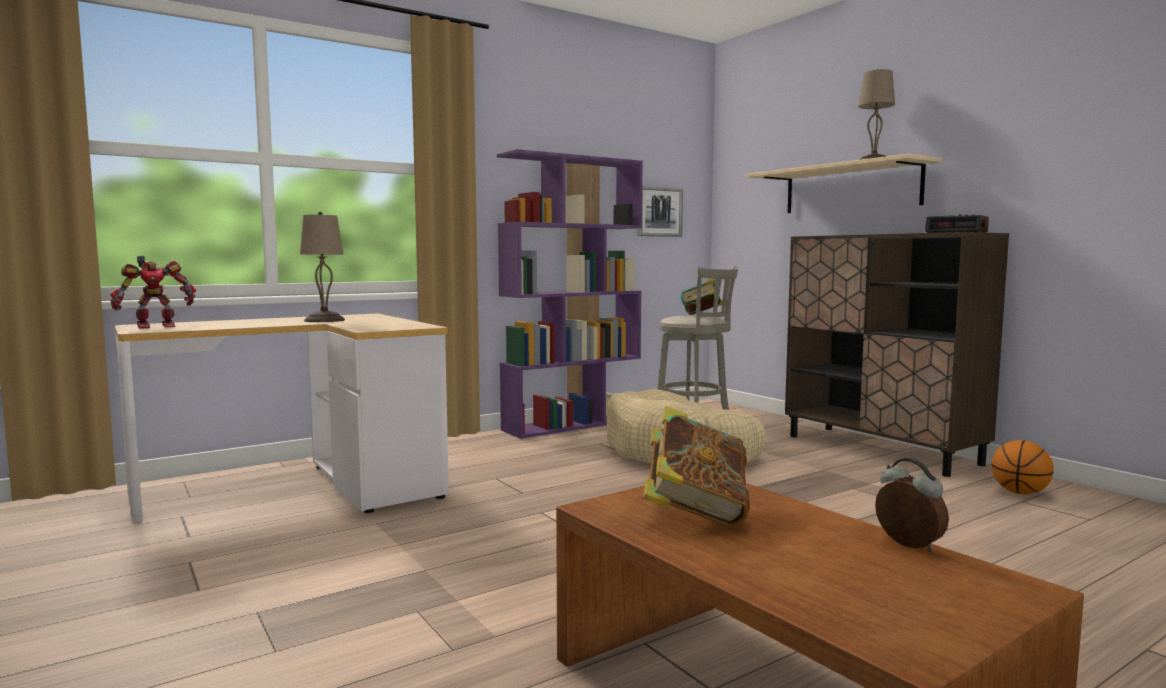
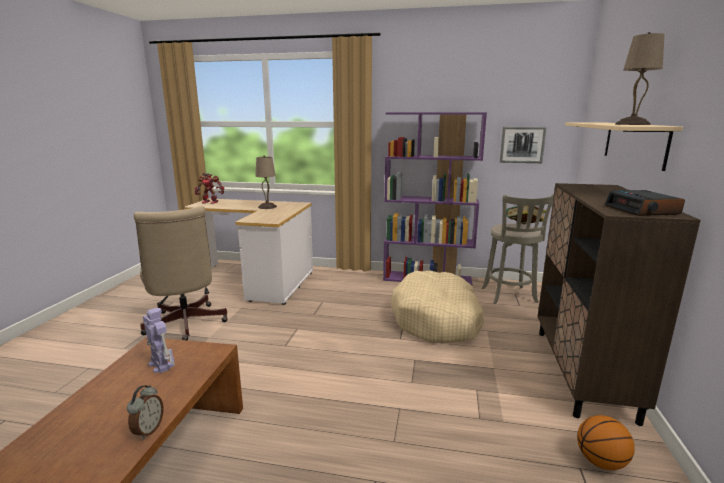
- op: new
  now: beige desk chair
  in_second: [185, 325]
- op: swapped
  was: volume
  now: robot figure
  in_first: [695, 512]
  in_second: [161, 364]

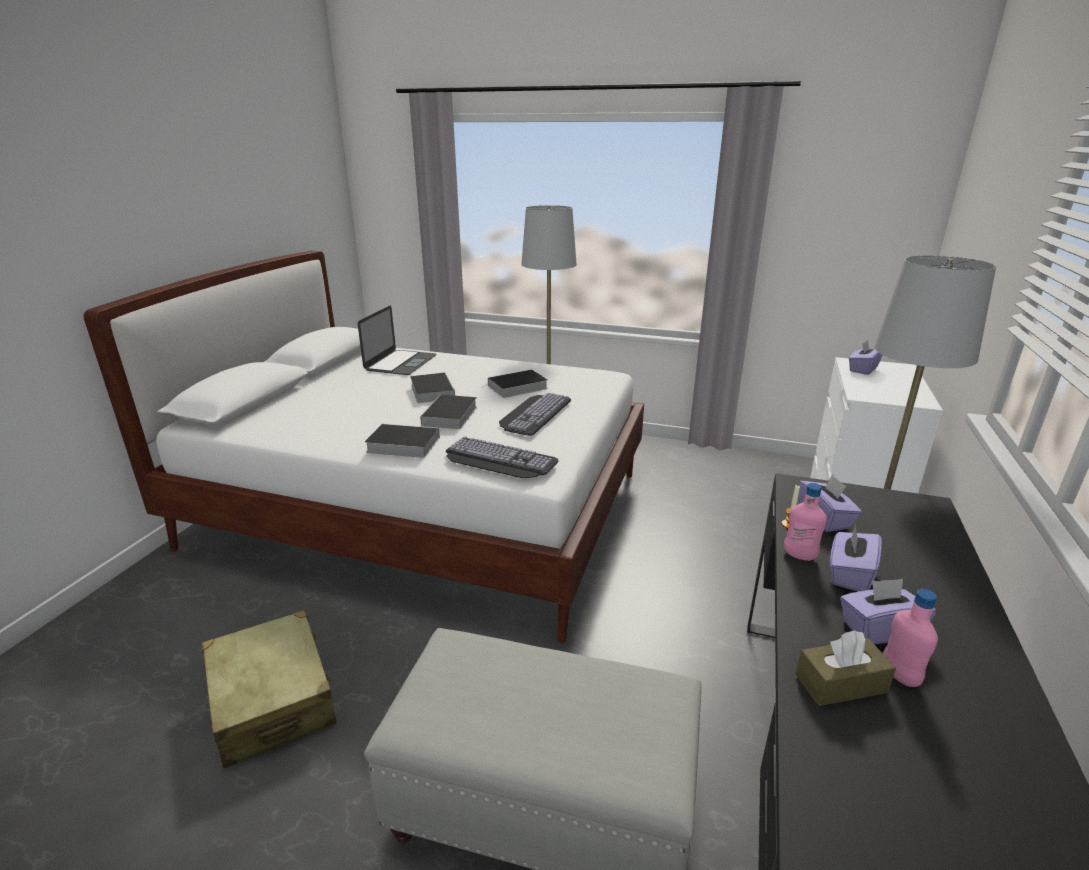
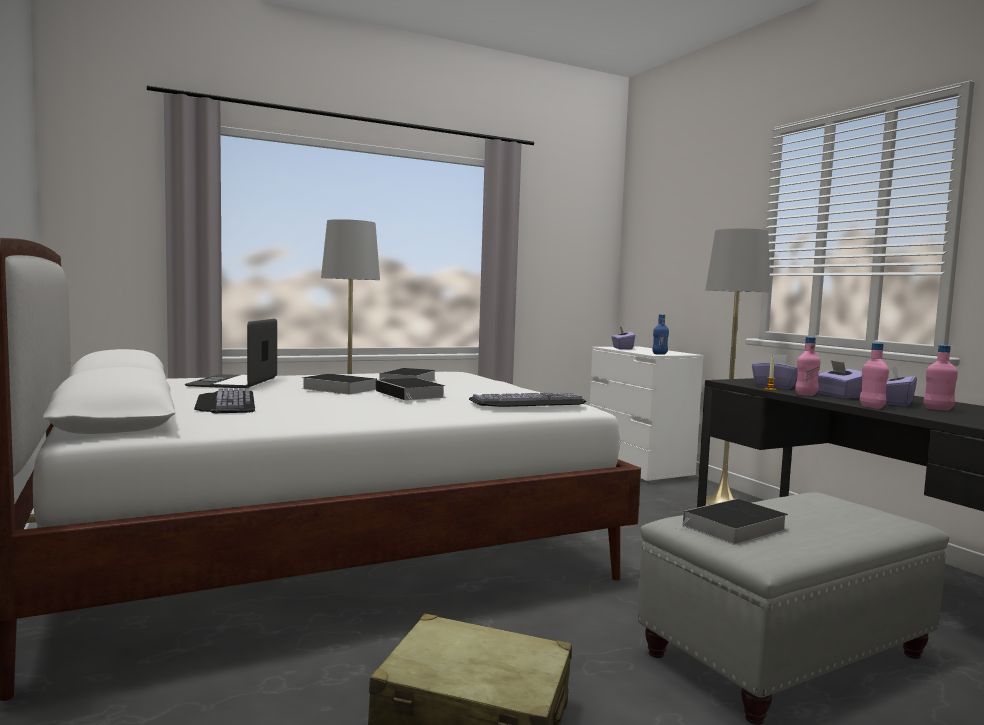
- op: rotated
  was: notebook computer
  in_first: [401, 362]
  in_second: [234, 382]
  clockwise: -150
- op: shifted
  was: PC keyboard
  in_first: [533, 413]
  in_second: [224, 402]
- op: new
  now: blue-coloured beverage bottle
  in_second: [659, 354]
- op: shifted
  was: volume
  in_first: [401, 445]
  in_second: [733, 528]
- op: new
  now: pink beverage bottle
  in_second: [871, 407]
- op: gone
  was: brown box of tissues
  in_first: [840, 683]

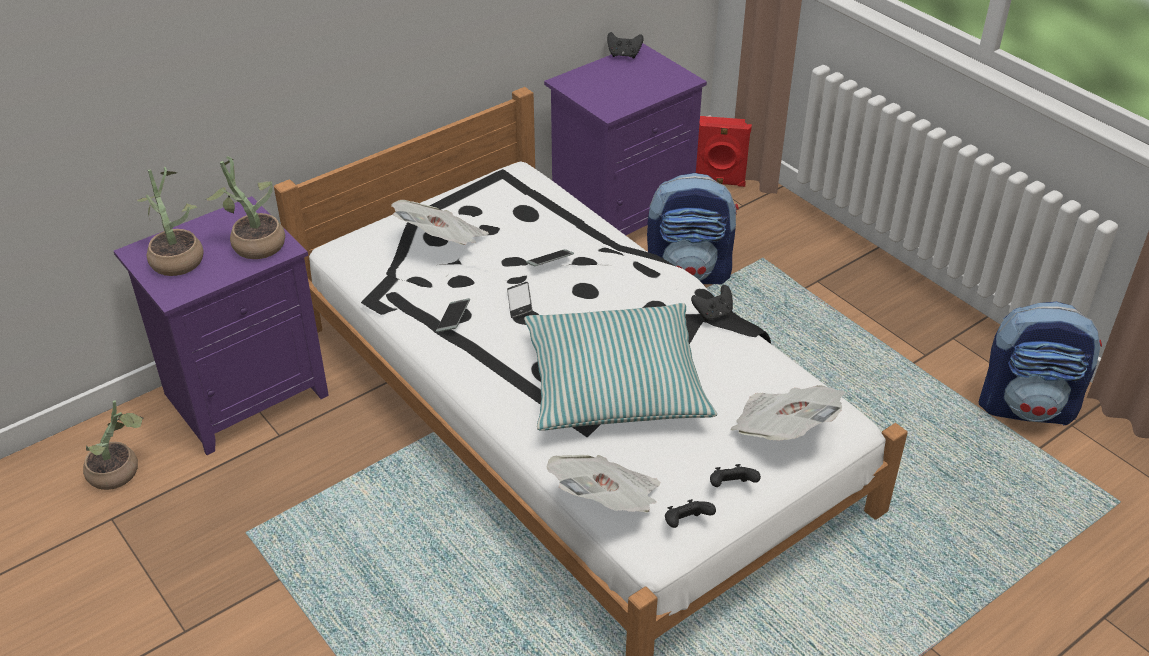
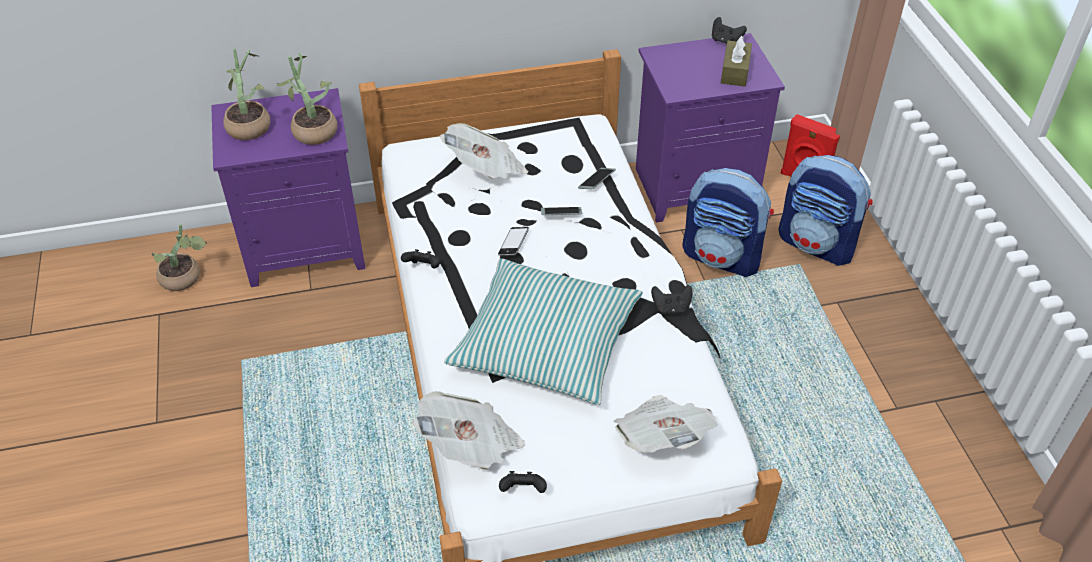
- op: shifted
  was: black-coloured game controller
  in_first: [731, 487]
  in_second: [423, 268]
- op: shifted
  was: telephone
  in_first: [453, 319]
  in_second: [596, 182]
- op: new
  now: brown box of tissues
  in_second: [735, 71]
- op: shifted
  was: knapsack
  in_first: [1027, 407]
  in_second: [817, 244]

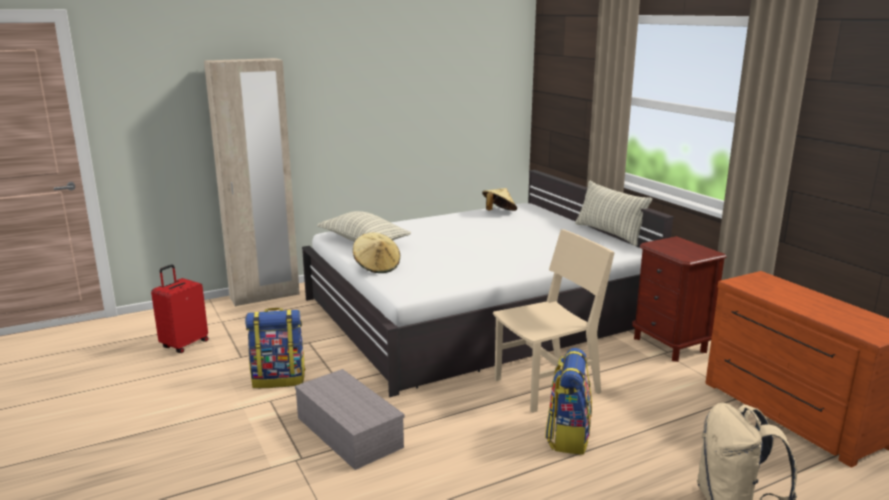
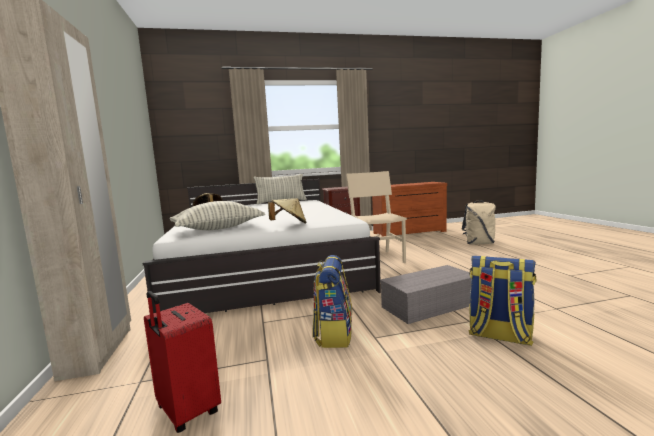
- op: shifted
  was: knapsack
  in_first: [568, 436]
  in_second: [499, 335]

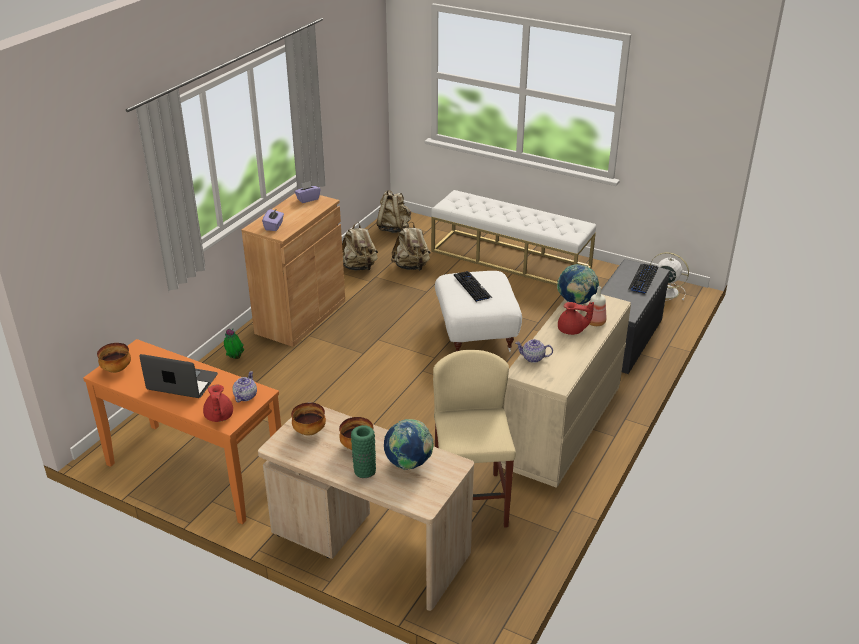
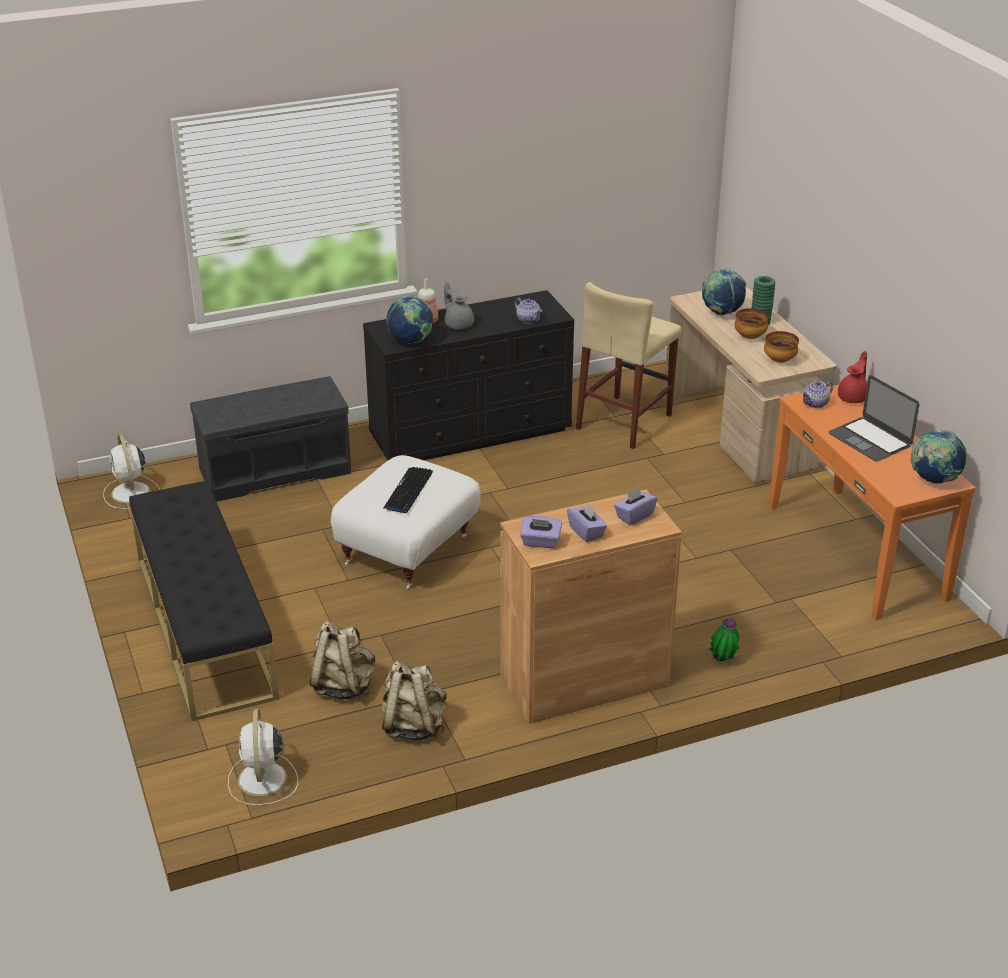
- op: repainted
  was: white indoor bench
  now: black-coloured indoor bench
  in_first: [510, 259]
  in_second: [204, 626]
- op: swapped
  was: beige knapsack
  now: white cooling fan
  in_first: [394, 228]
  in_second: [262, 780]
- op: repainted
  was: beige drawer chest
  now: black-coloured drawer chest
  in_first: [560, 429]
  in_second: [472, 432]
- op: repainted
  was: reddish pot for tea
  now: greyish pot for tea
  in_first: [572, 330]
  in_second: [458, 324]
- op: new
  now: purplish box of tissues
  in_second: [586, 532]
- op: swapped
  was: serving bowl
  now: globe
  in_first: [117, 369]
  in_second: [933, 480]
- op: gone
  was: PC keyboard
  in_first: [643, 279]

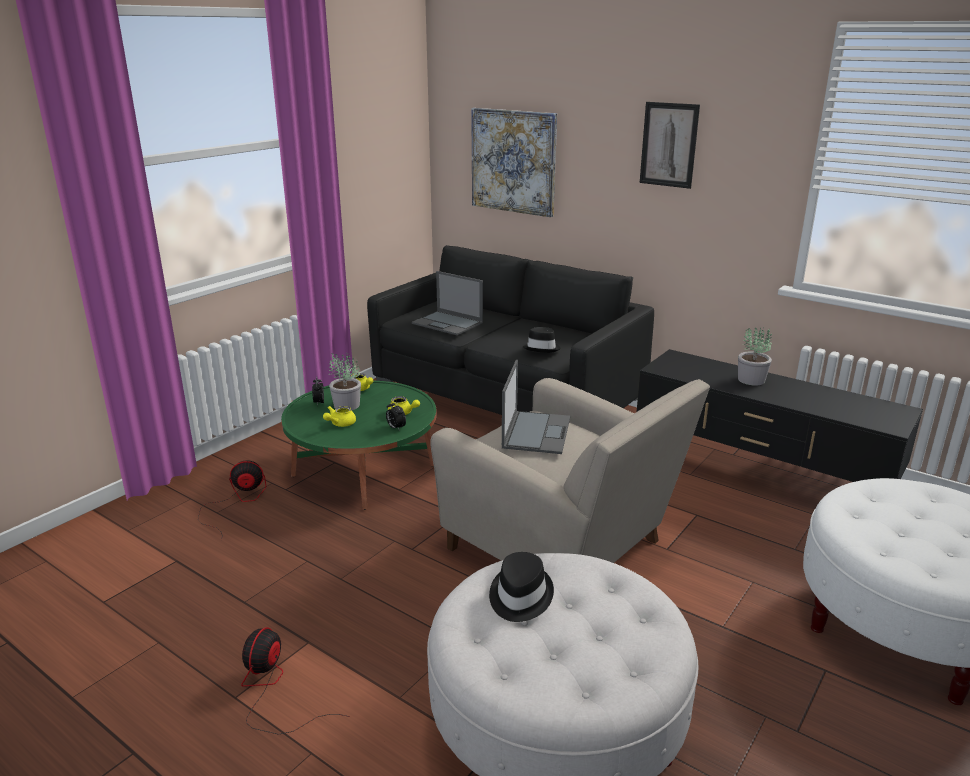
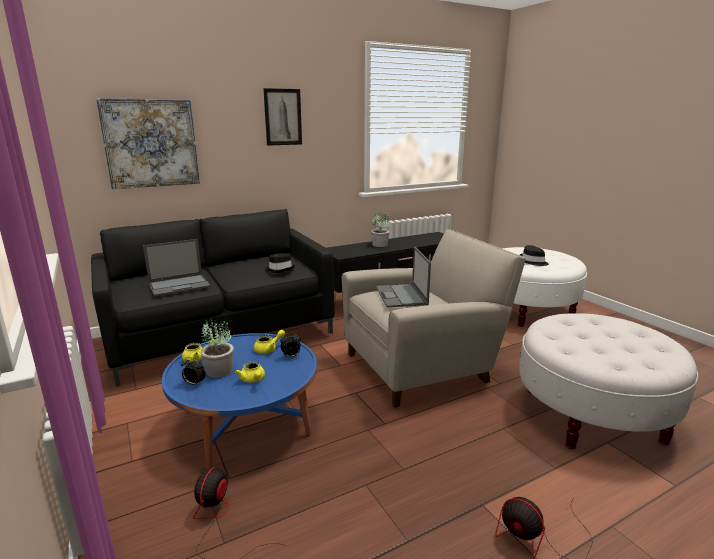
- op: repainted
  was: green coffee table
  now: blue-coloured coffee table
  in_first: [364, 471]
  in_second: [247, 422]
- op: rotated
  was: notebook computer
  in_first: [536, 432]
  in_second: [401, 296]
  clockwise: -135
- op: shifted
  was: black-coloured clothing hat
  in_first: [519, 596]
  in_second: [533, 262]

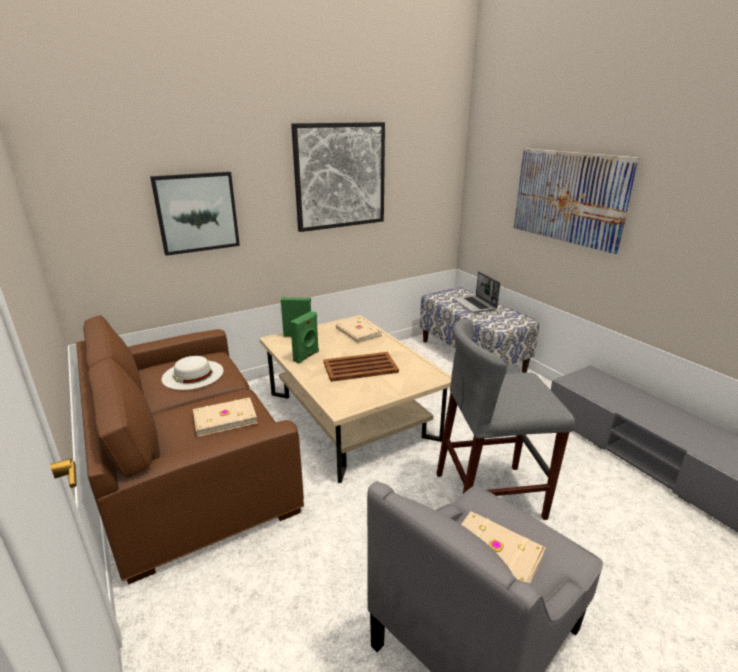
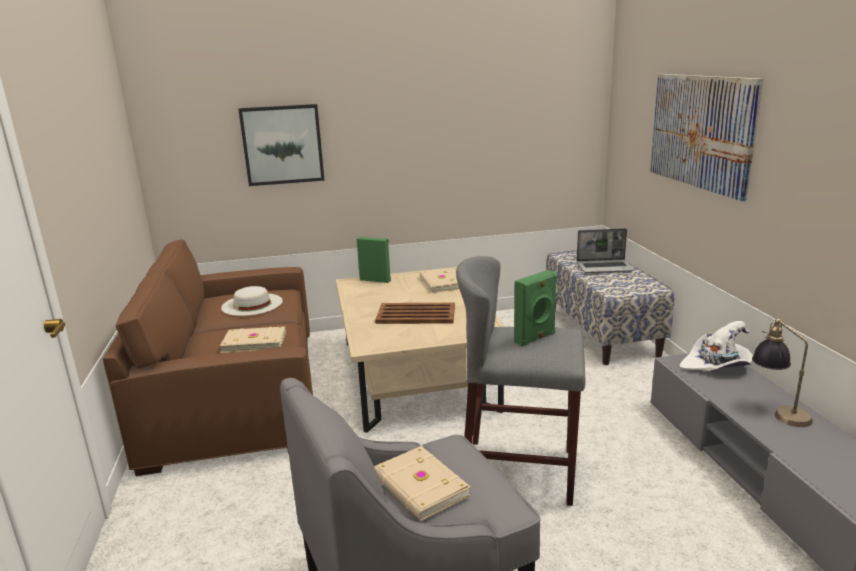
- op: shifted
  was: green audio speaker
  in_first: [307, 356]
  in_second: [536, 338]
- op: rotated
  was: notebook computer
  in_first: [475, 305]
  in_second: [605, 267]
  clockwise: -90
- op: new
  now: white clothing hat
  in_second: [716, 365]
- op: new
  now: tabletop lamp
  in_second: [777, 412]
- op: gone
  was: wall art
  in_first: [340, 176]

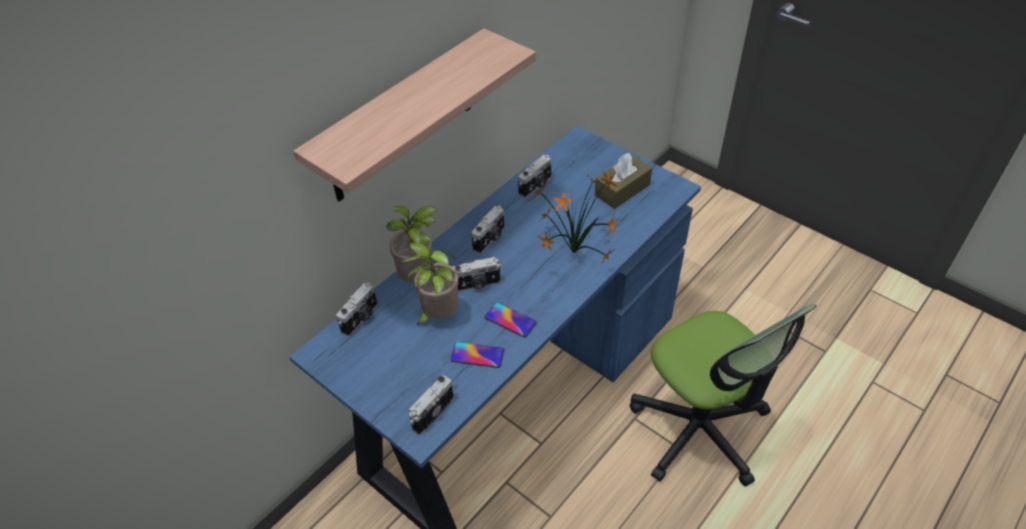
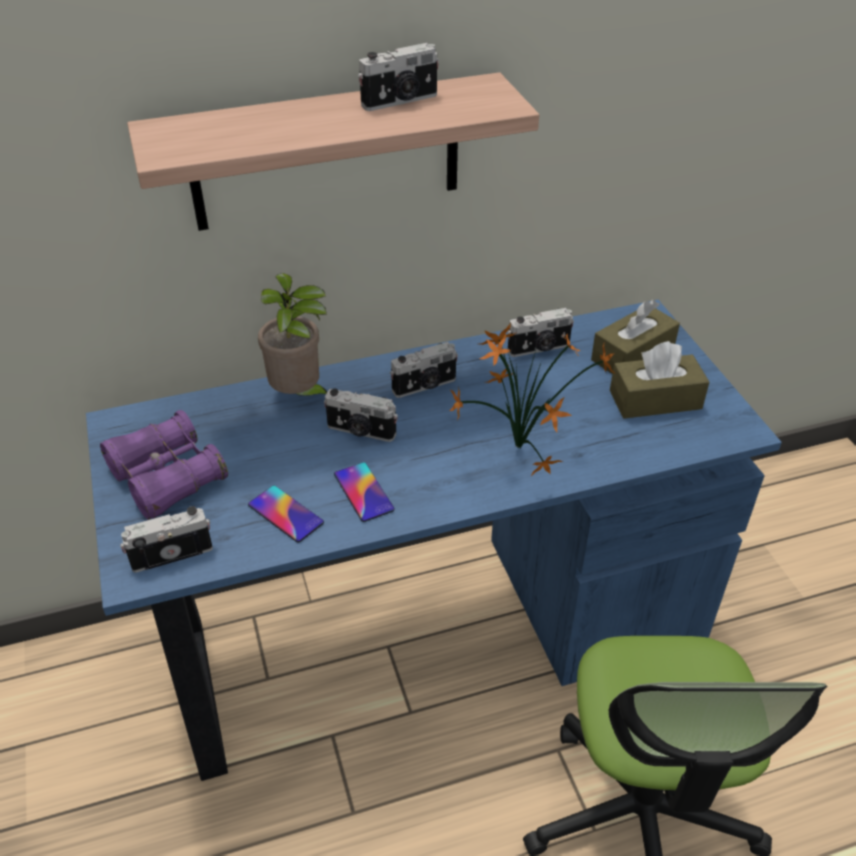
- op: new
  now: purplish pair of binoculars
  in_second: [167, 477]
- op: shifted
  was: photo camera
  in_first: [361, 318]
  in_second: [401, 101]
- op: new
  now: brown box of tissues
  in_second: [632, 355]
- op: gone
  was: houseplant
  in_first: [438, 316]

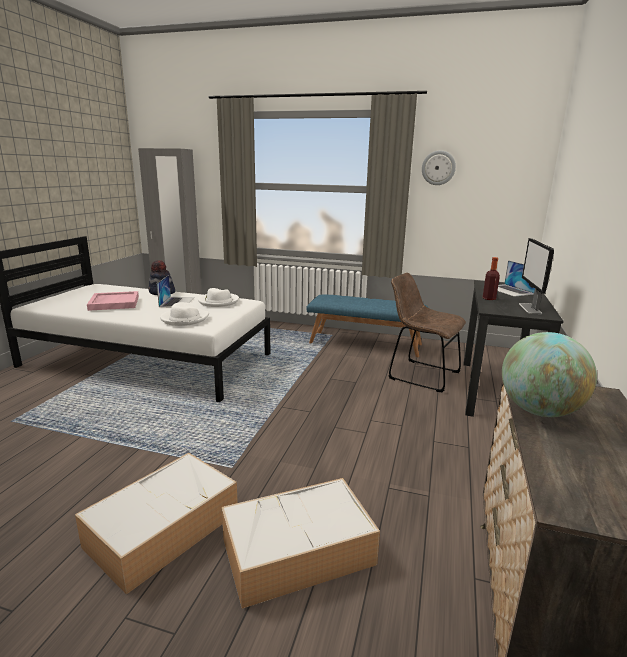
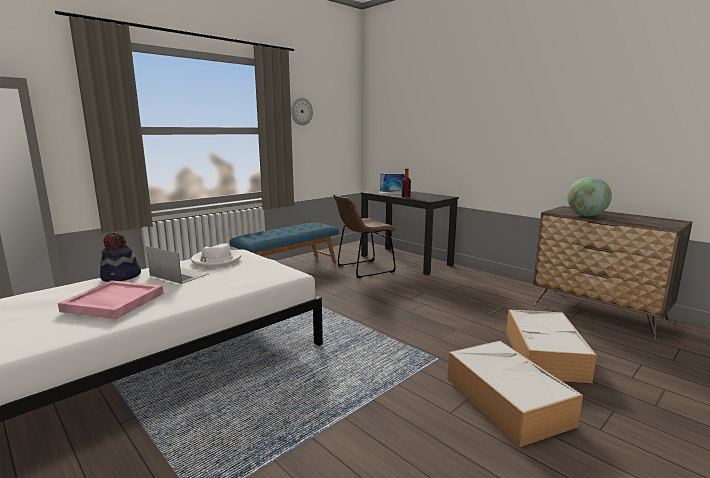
- op: gone
  was: white clothing hat
  in_first: [184, 319]
- op: gone
  was: computer screen
  in_first: [530, 308]

